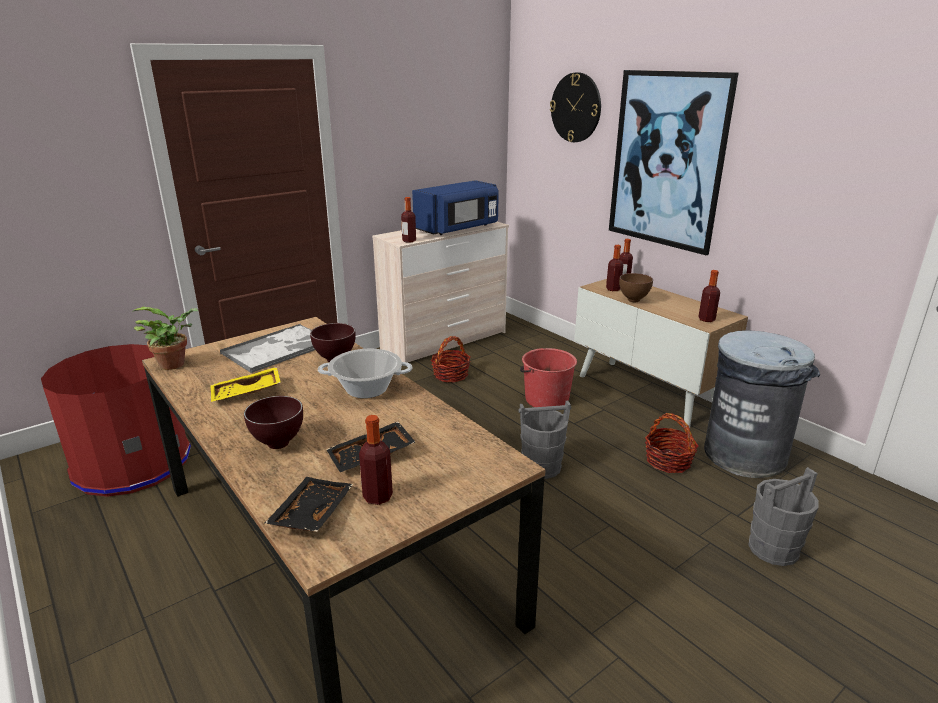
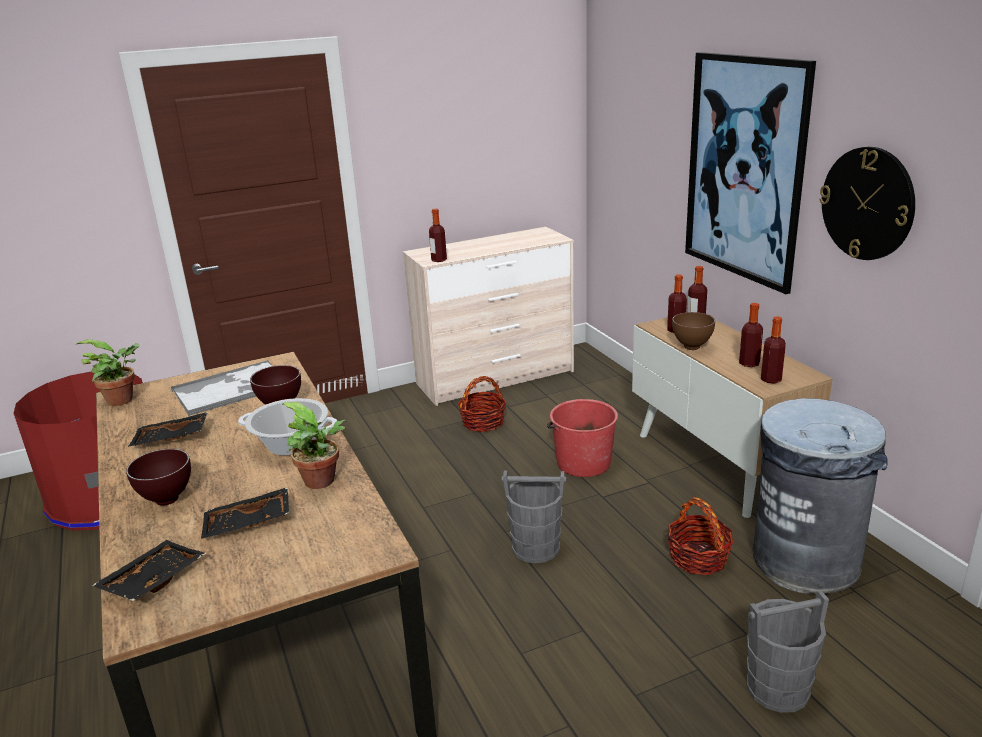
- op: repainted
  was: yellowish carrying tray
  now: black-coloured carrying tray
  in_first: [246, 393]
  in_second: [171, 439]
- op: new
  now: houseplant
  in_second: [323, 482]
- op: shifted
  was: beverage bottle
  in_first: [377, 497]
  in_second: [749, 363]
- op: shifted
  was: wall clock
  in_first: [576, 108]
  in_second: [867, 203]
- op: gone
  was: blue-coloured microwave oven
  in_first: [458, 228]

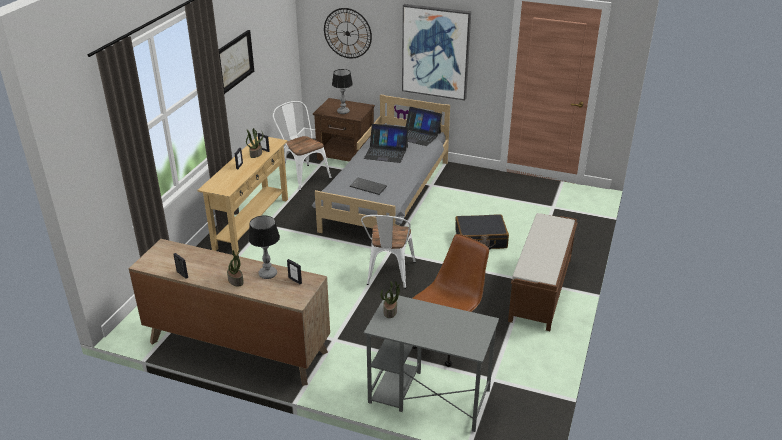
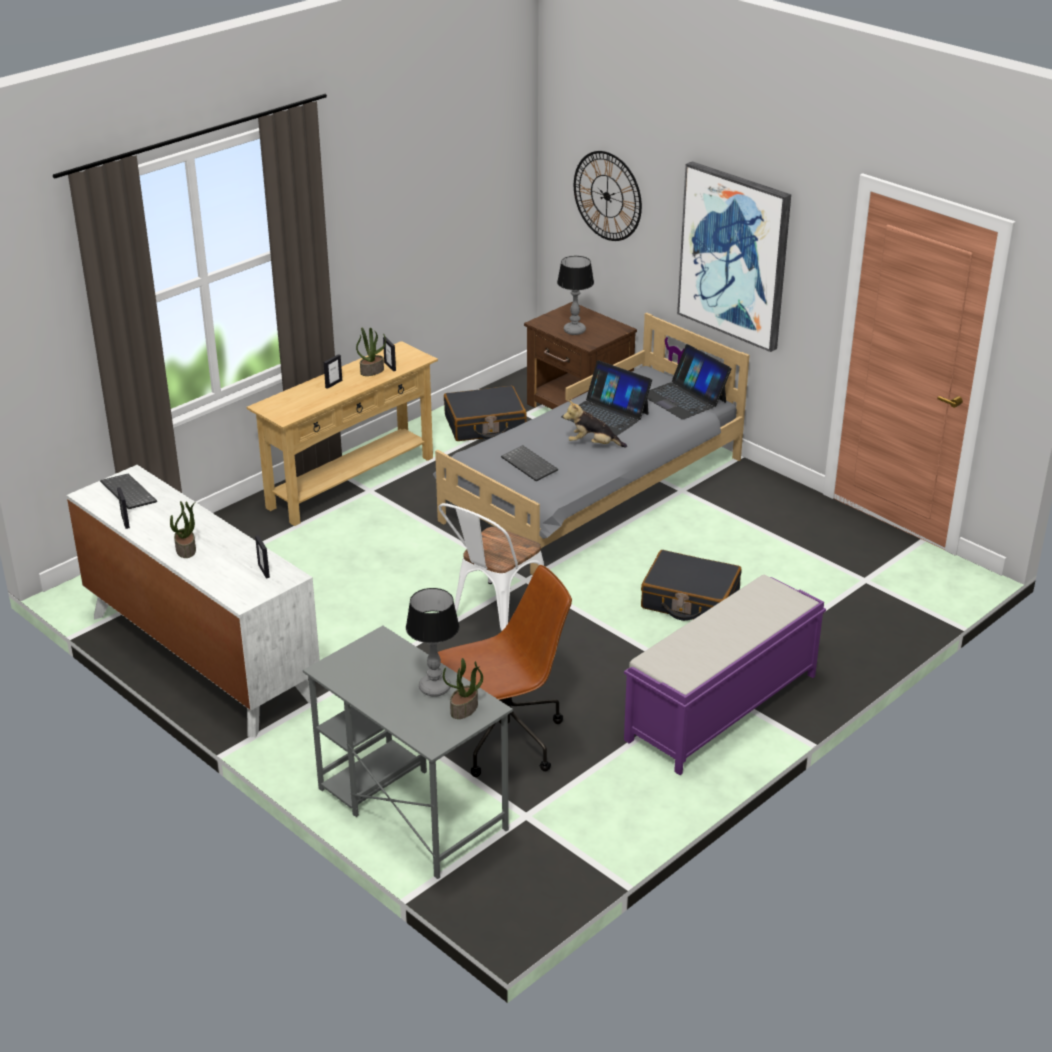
- op: repainted
  was: brown drawer chest
  now: white drawer chest
  in_first: [237, 347]
  in_second: [200, 656]
- op: new
  now: PC keyboard
  in_second: [127, 493]
- op: shifted
  was: tabletop lamp
  in_first: [267, 274]
  in_second: [434, 687]
- op: shifted
  was: houseplant
  in_first: [390, 311]
  in_second: [464, 709]
- op: swapped
  was: white plain chair
  now: black-coloured suitcase
  in_first: [303, 175]
  in_second: [485, 425]
- op: new
  now: plush toy
  in_second: [593, 445]
- op: repainted
  was: brown indoor bench
  now: purplish indoor bench
  in_first: [540, 290]
  in_second: [720, 708]
- op: gone
  was: wall art
  in_first: [234, 61]

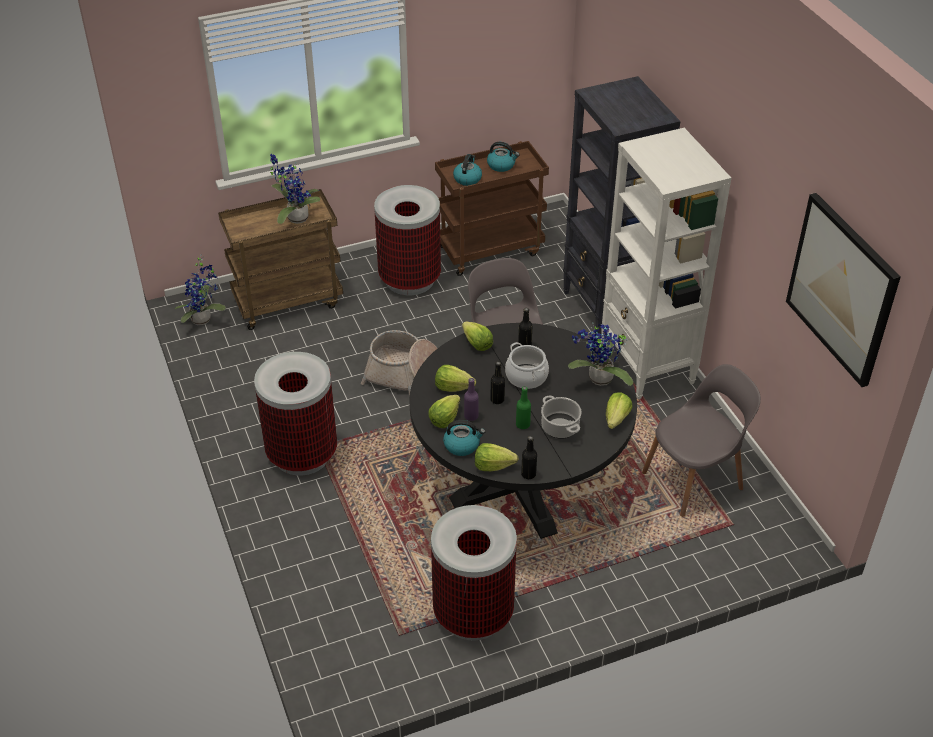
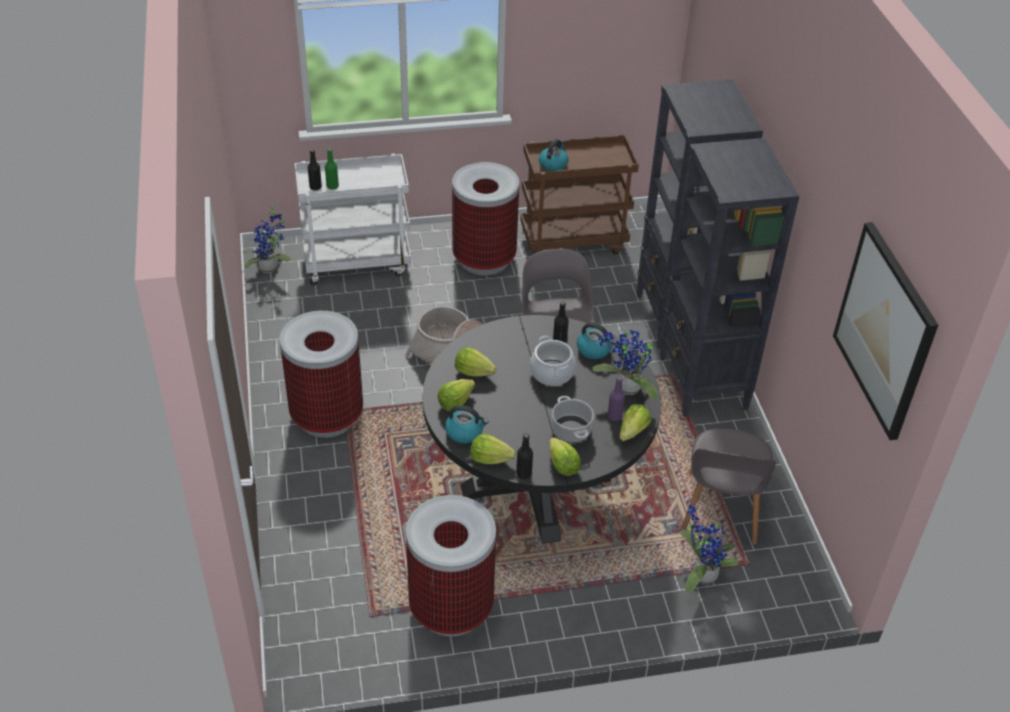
- op: repainted
  was: brown cart
  now: white cart
  in_first: [288, 301]
  in_second: [358, 262]
- op: shifted
  was: black-coloured beverage bottle
  in_first: [497, 400]
  in_second: [315, 187]
- op: shifted
  was: green beverage bottle
  in_first: [523, 424]
  in_second: [332, 186]
- op: shifted
  was: head of lettuce
  in_first: [476, 344]
  in_second: [562, 465]
- op: shifted
  was: kettle
  in_first: [501, 165]
  in_second: [594, 350]
- op: shifted
  was: purplish beverage bottle
  in_first: [471, 416]
  in_second: [614, 416]
- op: repainted
  was: white bookshelf
  now: black-coloured bookshelf
  in_first: [647, 366]
  in_second: [702, 384]
- op: shifted
  was: houseplant
  in_first: [295, 217]
  in_second: [701, 574]
- op: rotated
  was: greyish plain chair
  in_first: [694, 479]
  in_second: [720, 510]
  clockwise: 120

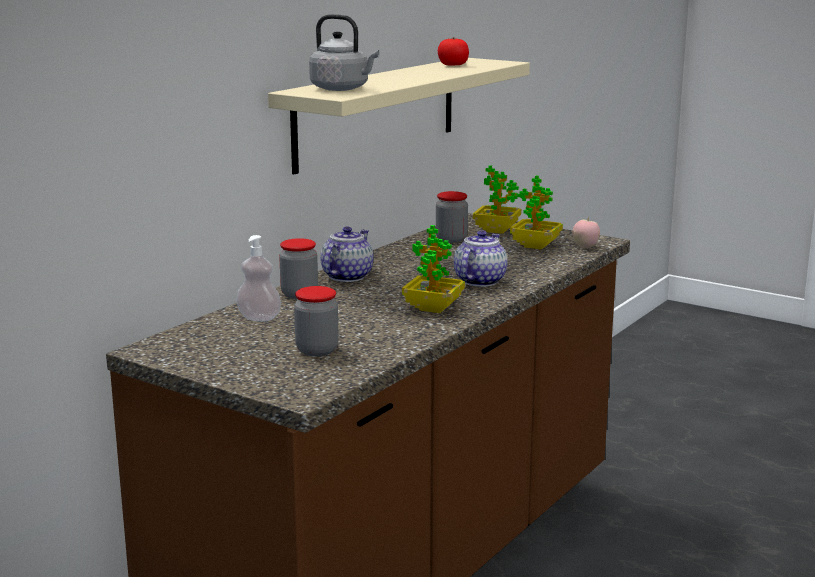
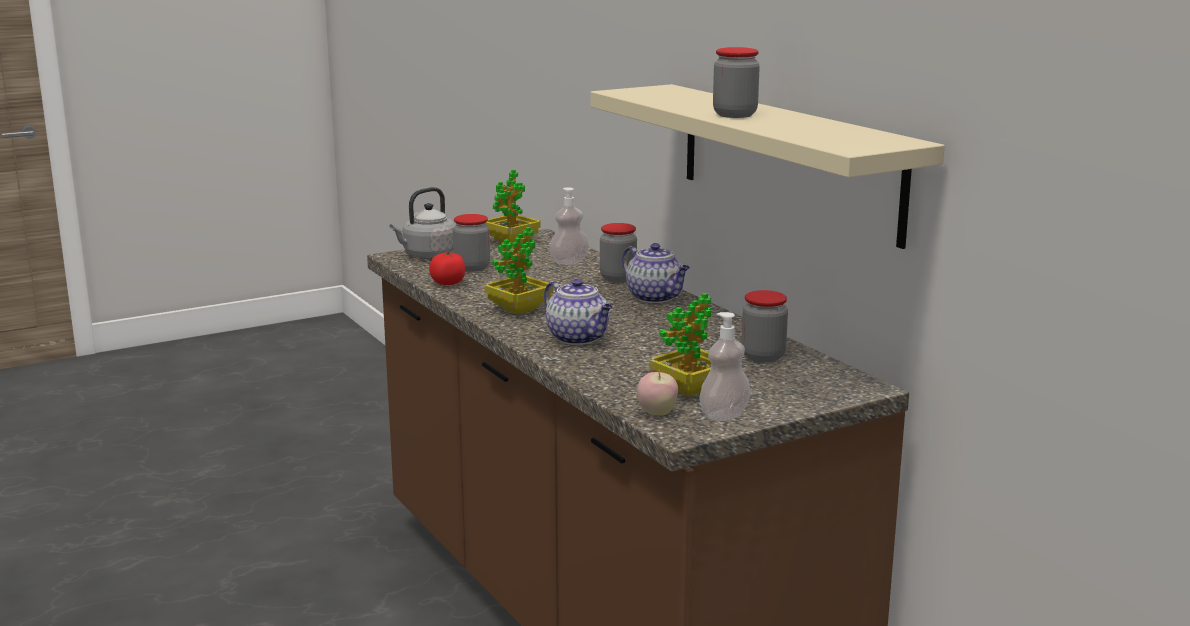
- op: shifted
  was: greyish kettle
  in_first: [342, 89]
  in_second: [427, 255]
- op: shifted
  was: whole tomato
  in_first: [453, 65]
  in_second: [448, 283]
- op: shifted
  was: houseplant
  in_first: [496, 230]
  in_second: [512, 242]
- op: new
  now: liquid soap bottle
  in_second: [724, 415]
- op: new
  now: jar
  in_second: [735, 115]

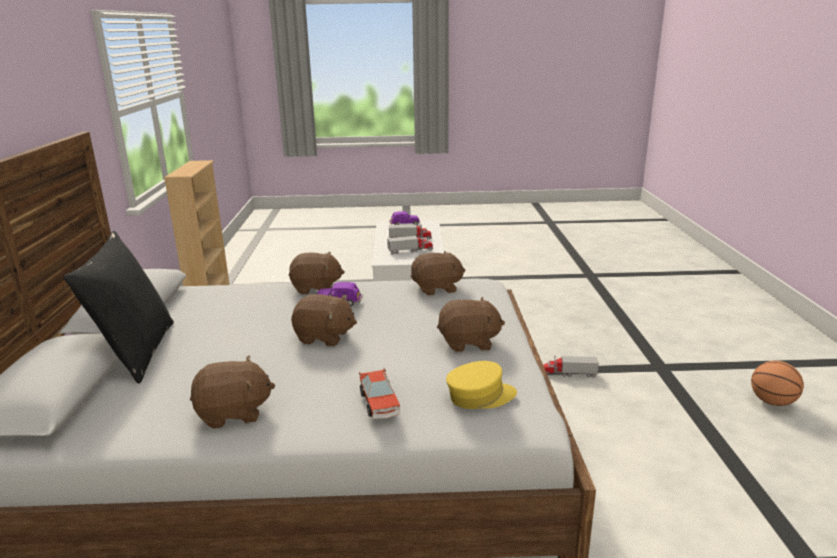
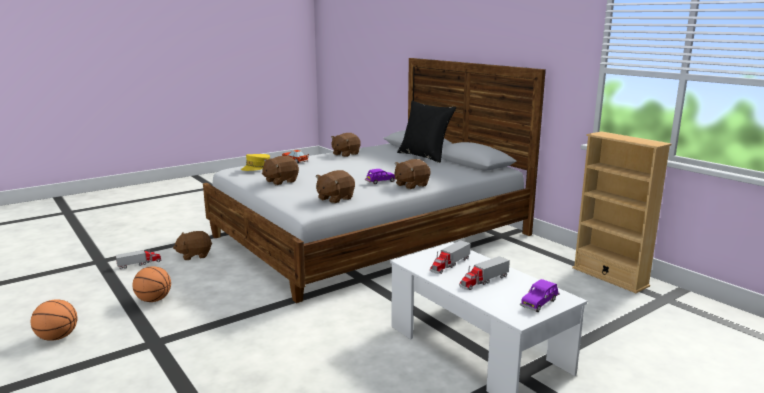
- op: shifted
  was: toy truck
  in_first: [568, 373]
  in_second: [139, 264]
- op: new
  now: basketball
  in_second: [154, 300]
- op: shifted
  was: brown plush toy
  in_first: [324, 337]
  in_second: [194, 255]

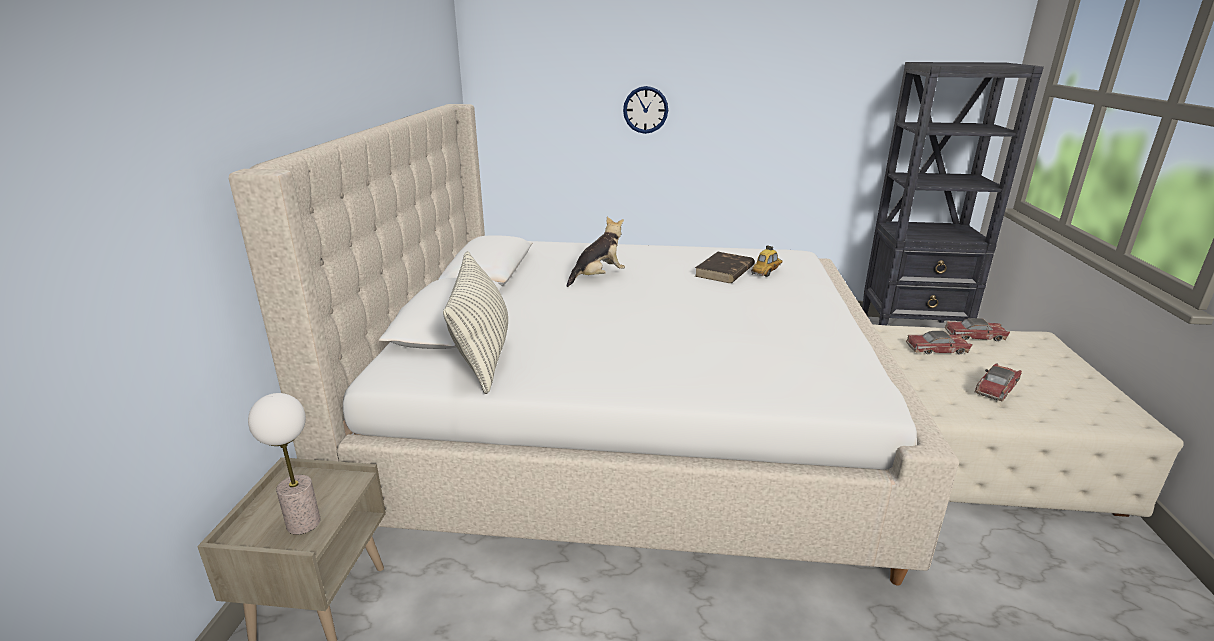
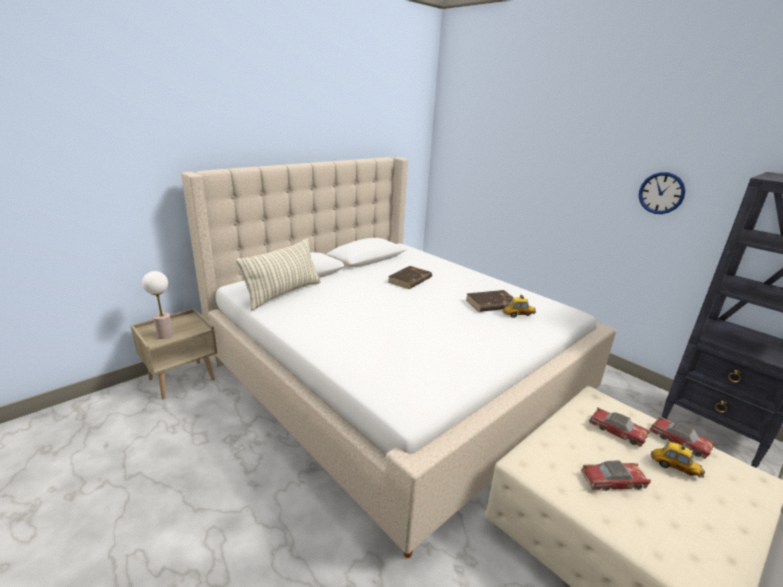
- op: swapped
  was: plush toy
  now: brown volume
  in_first: [598, 277]
  in_second: [409, 280]
- op: shifted
  was: wall clock
  in_first: [645, 110]
  in_second: [661, 193]
- op: new
  now: model car
  in_second: [674, 468]

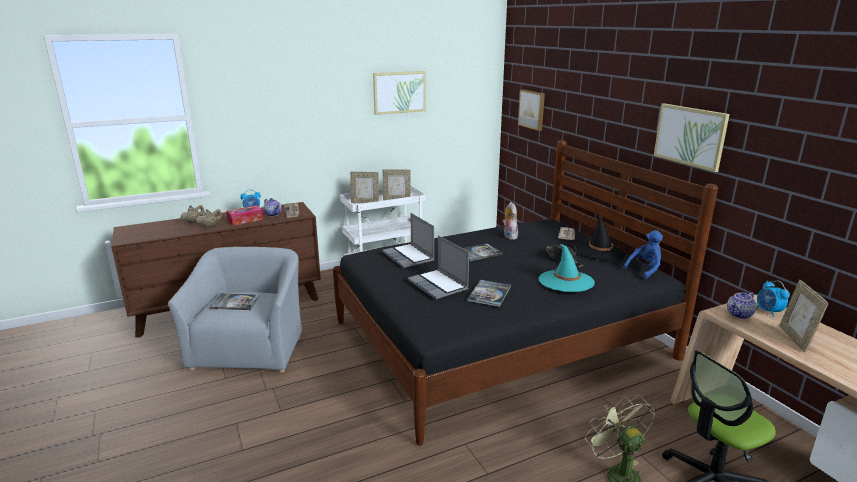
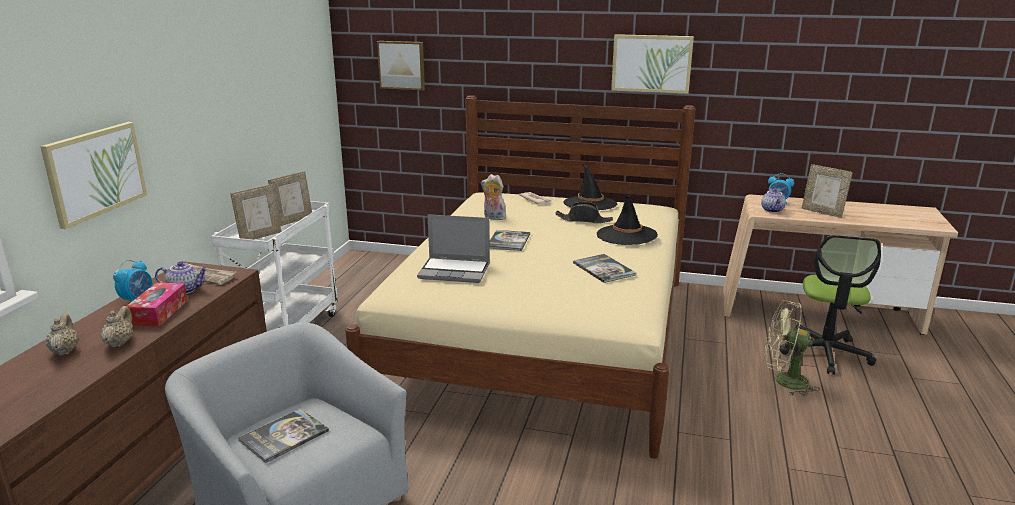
- op: shifted
  was: wall art
  in_first: [399, 92]
  in_second: [95, 172]
- op: repainted
  was: black-coloured bedroom bed
  now: beige bedroom bed
  in_first: [500, 340]
  in_second: [541, 338]
- op: repainted
  was: turquoise clothing hat
  now: black-coloured clothing hat
  in_first: [566, 281]
  in_second: [626, 235]
- op: gone
  was: notebook computer
  in_first: [439, 285]
- op: gone
  was: blue-coloured plush toy
  in_first: [644, 270]

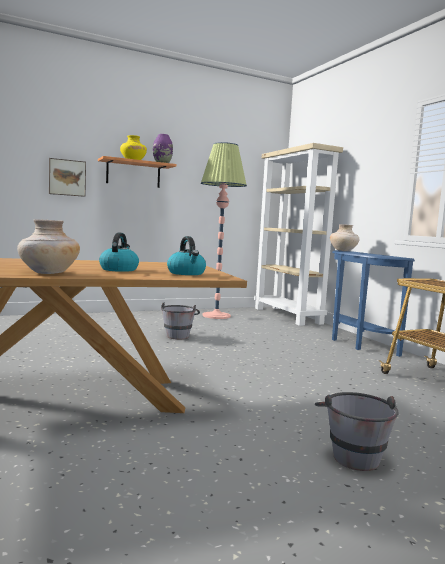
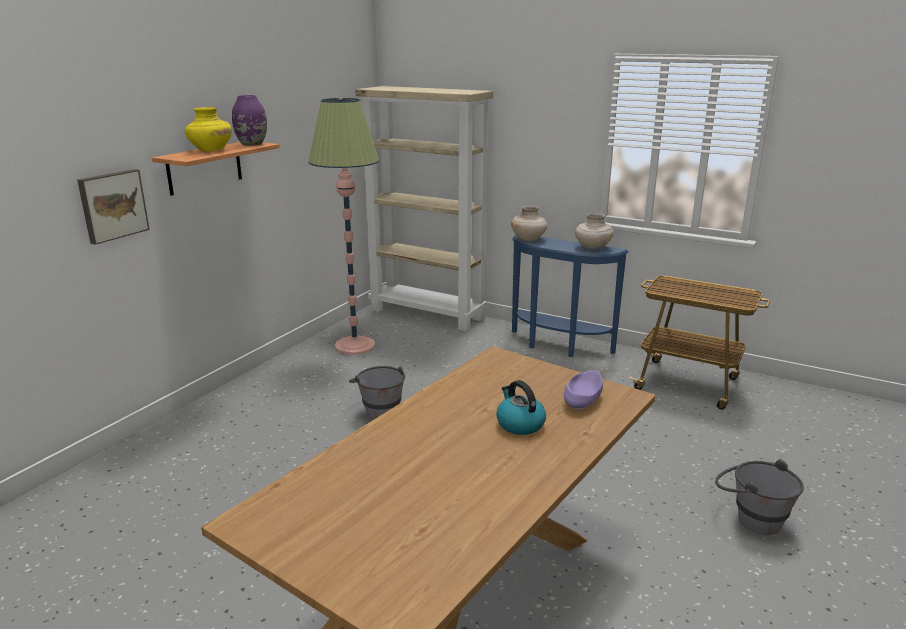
- op: swapped
  was: kettle
  now: purplish serving bowl
  in_first: [186, 273]
  in_second: [582, 400]
- op: shifted
  was: beige flower vase
  in_first: [48, 273]
  in_second: [592, 248]

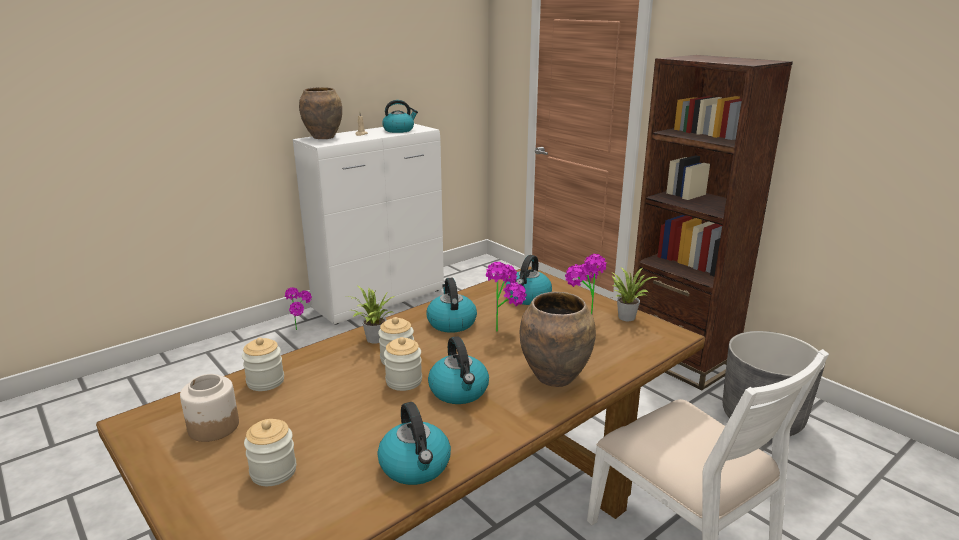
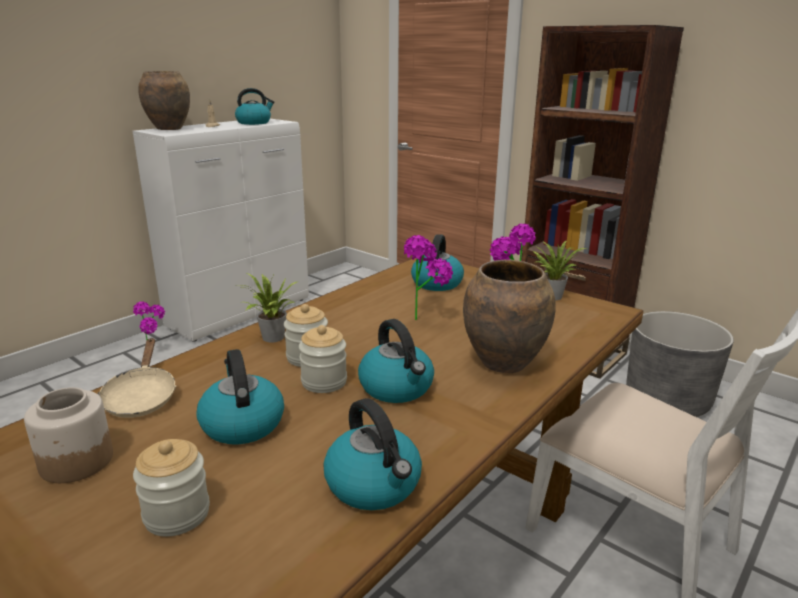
- op: swapped
  was: jar
  now: beige skillet
  in_first: [265, 381]
  in_second: [141, 397]
- op: shifted
  was: kettle
  in_first: [451, 322]
  in_second: [242, 423]

